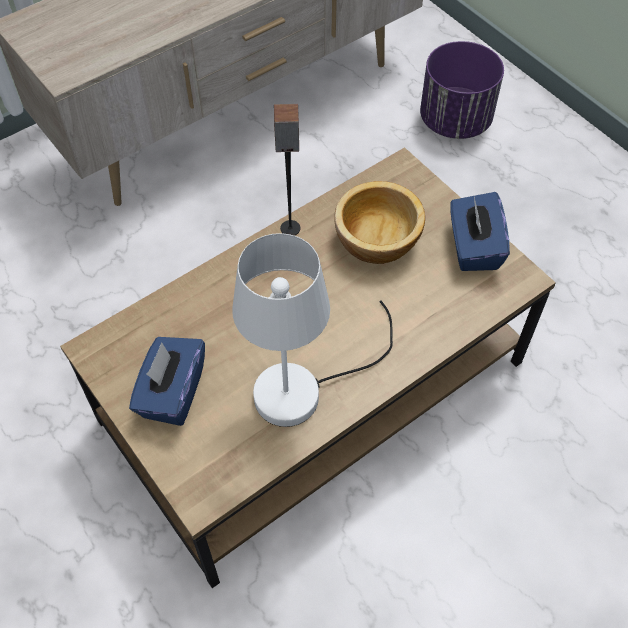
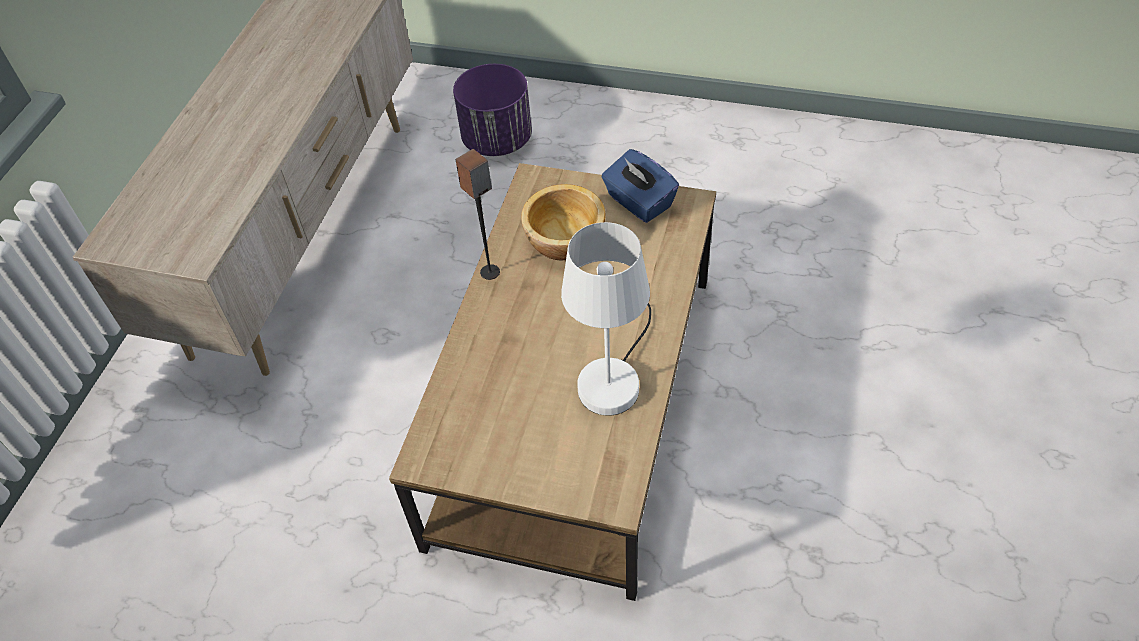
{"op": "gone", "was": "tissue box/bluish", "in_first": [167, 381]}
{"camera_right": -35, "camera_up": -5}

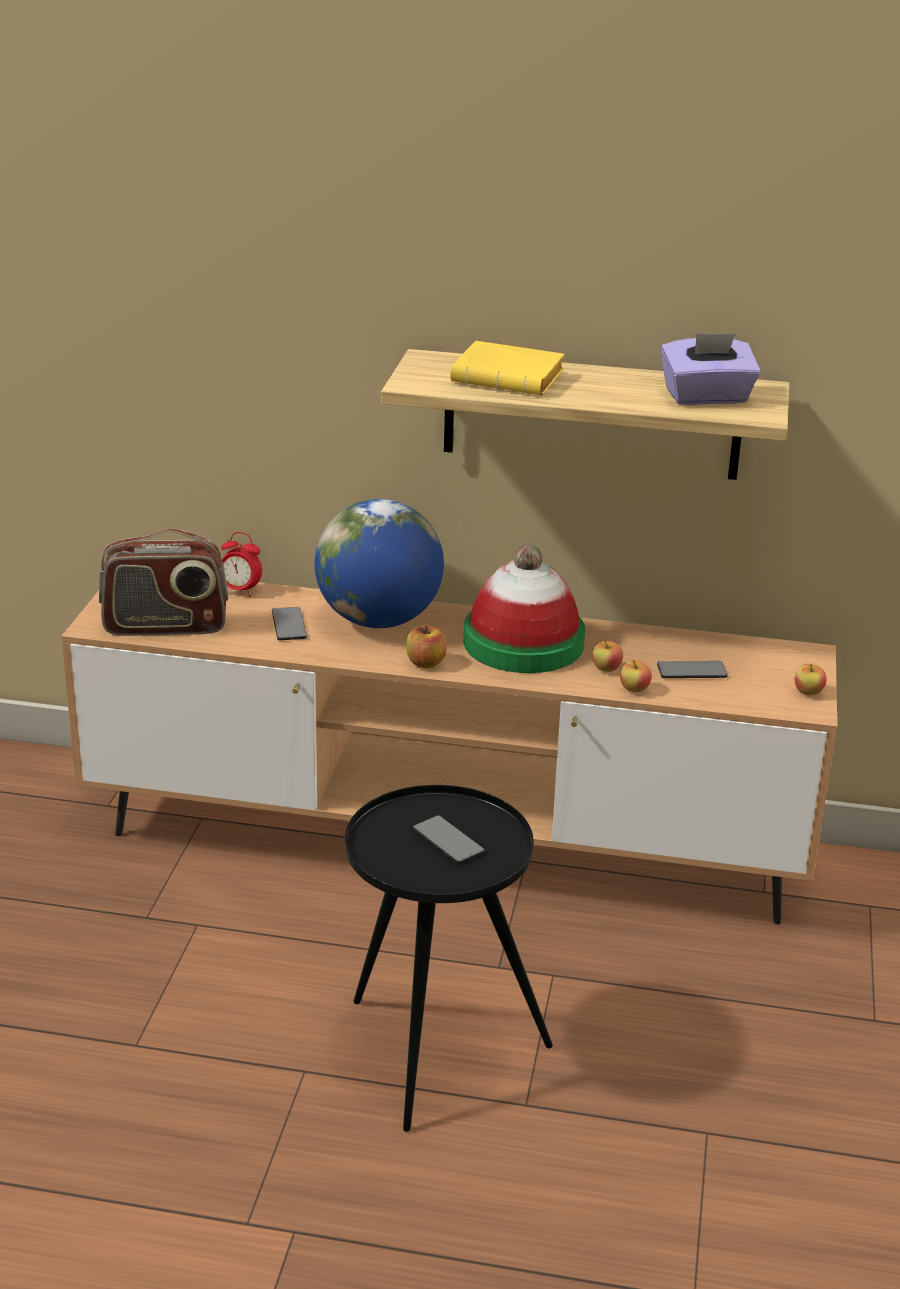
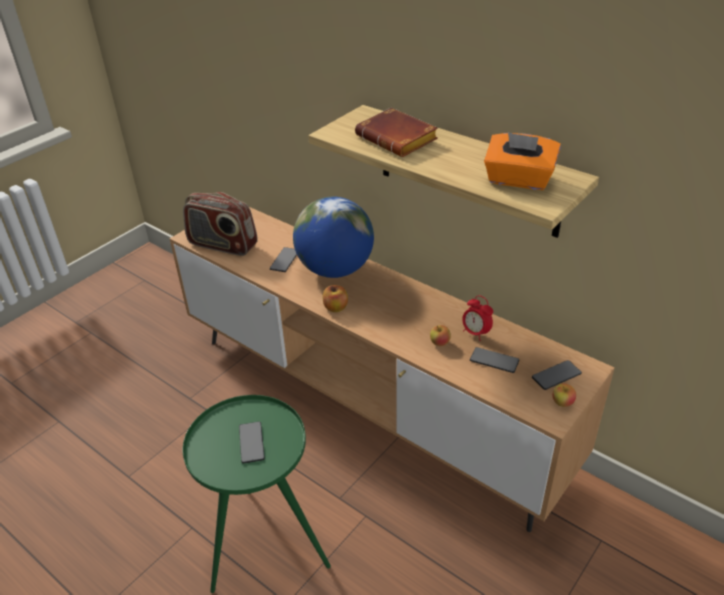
{"op": "repainted", "was": "end table/black-coloured", "now": "end table/green", "in_first": [449, 958], "in_second": [257, 494]}
{"op": "repainted", "was": "bound book/yellow", "now": "bound book/brown-coloured", "in_first": [507, 368], "in_second": [396, 132]}
{"op": "shifted", "was": "table clock", "in_first": [241, 564], "in_second": [477, 318]}
{"op": "repainted", "was": "tissue box/purple-coloured", "now": "tissue box/orange", "in_first": [710, 369], "in_second": [522, 161]}
{"op": "new", "now": "handset", "in_second": [557, 375]}
{"op": "gone", "was": "clothing hat", "in_first": [524, 608]}
{"op": "gone", "was": "apple", "in_first": [636, 676]}
{"camera_right": 30, "camera_up": 10}

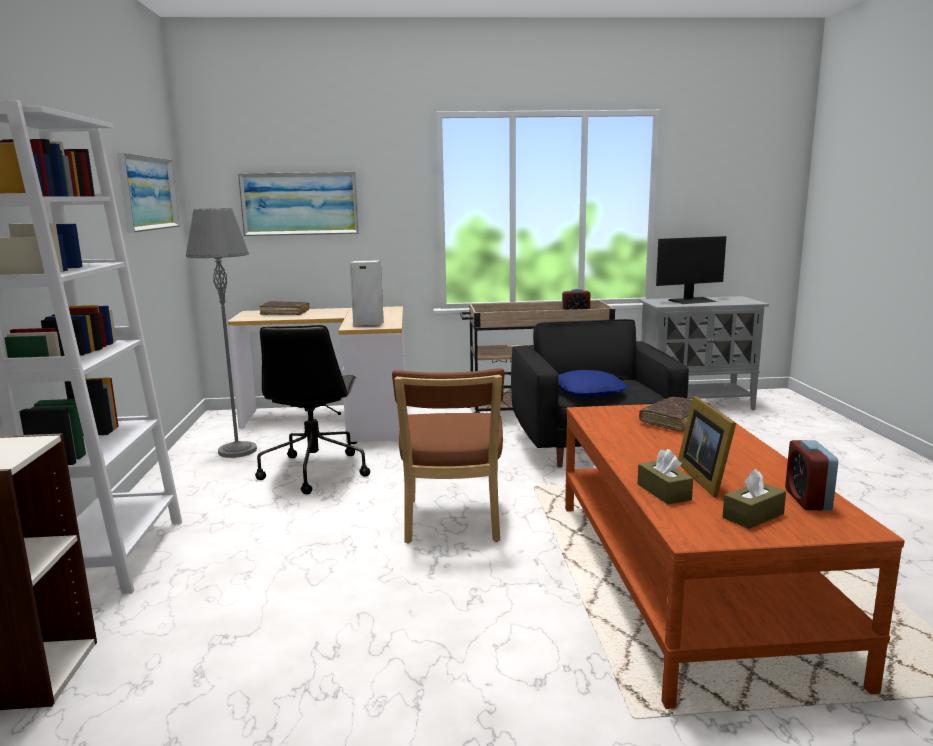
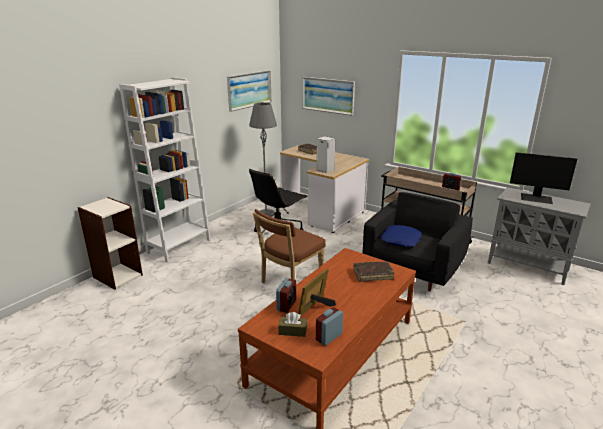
{"op": "swapped", "was": "tissue box/brown-coloured", "now": "table clock", "in_first": [665, 477], "in_second": [286, 295]}
{"camera_right": 40, "camera_up": 10}

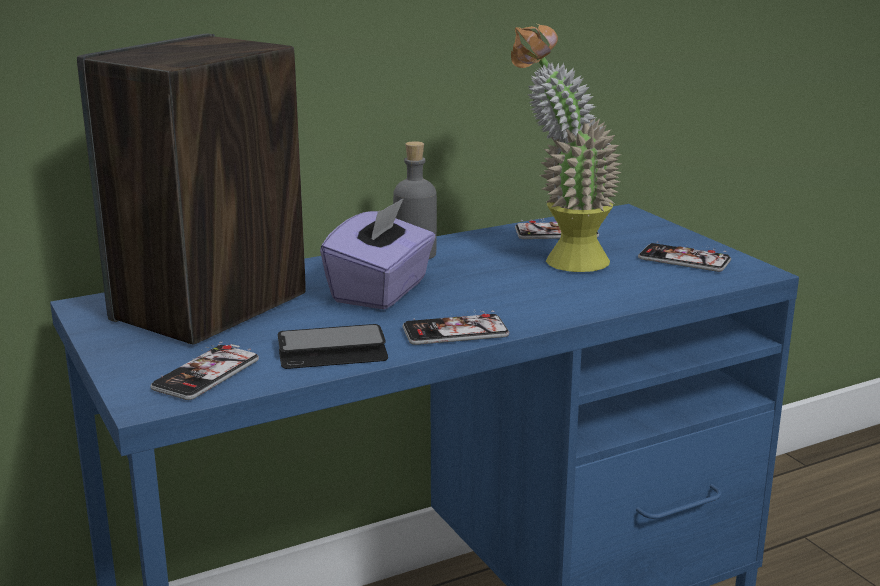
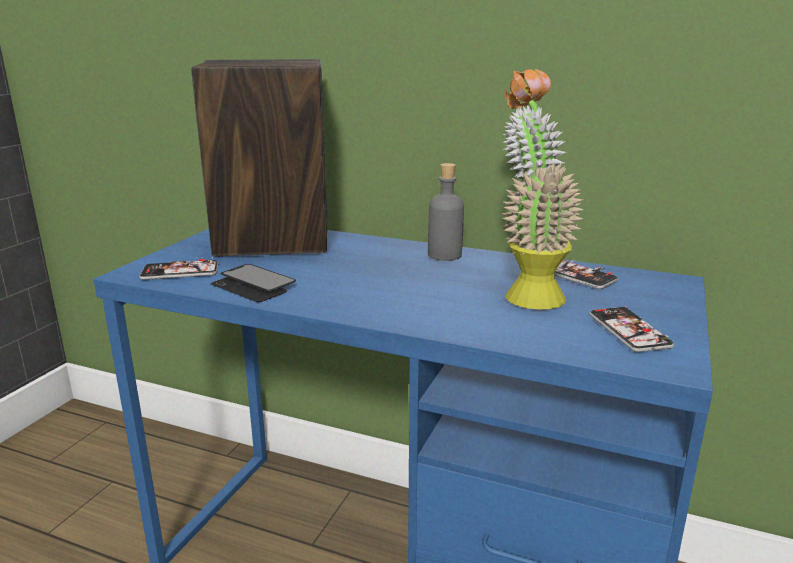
{"op": "gone", "was": "tissue box/purple-coloured", "in_first": [378, 254]}
{"op": "gone", "was": "handset", "in_first": [455, 327]}
{"camera_right": 50, "camera_up": 0}

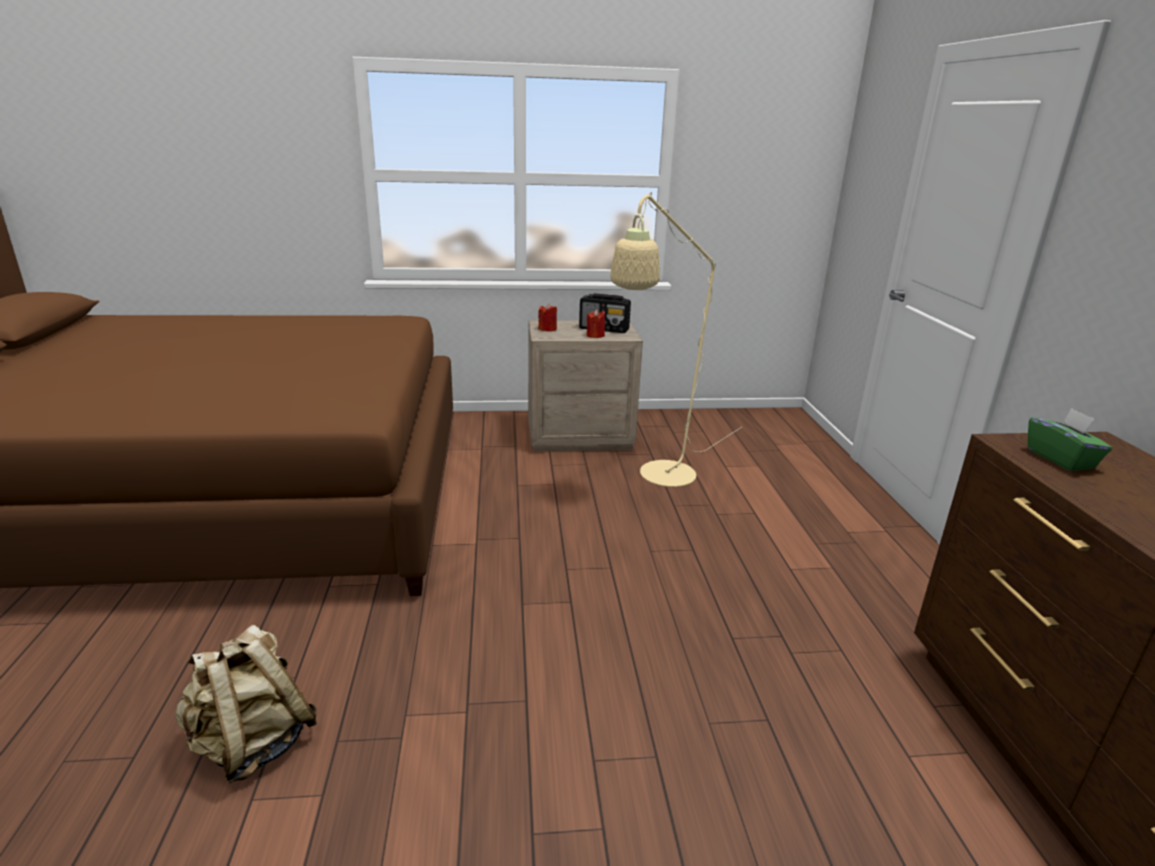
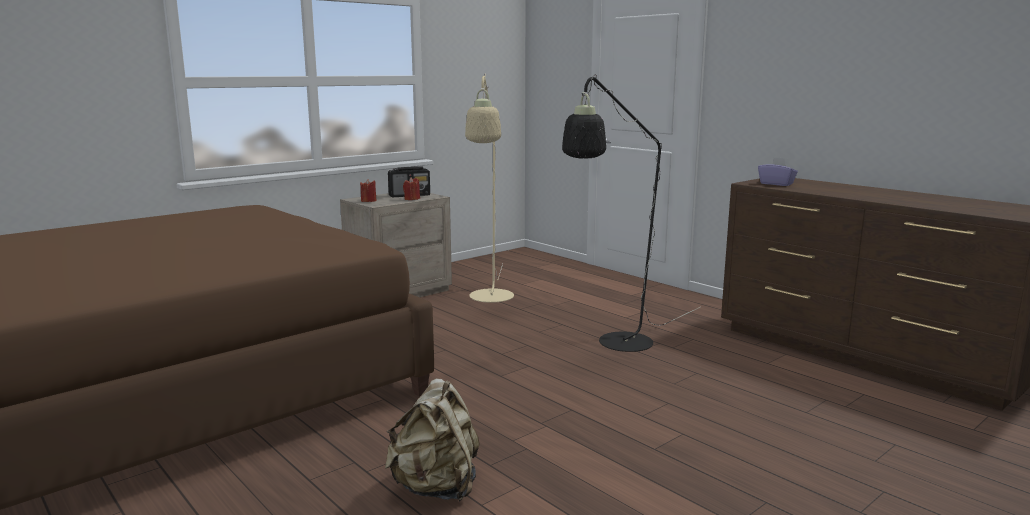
{"op": "new", "now": "standard lamp/black-coloured", "in_second": [631, 213]}
{"op": "repainted", "was": "tissue box/green", "now": "tissue box/purple-coloured", "in_first": [1070, 439], "in_second": [778, 171]}
{"camera_right": -35, "camera_up": -10}

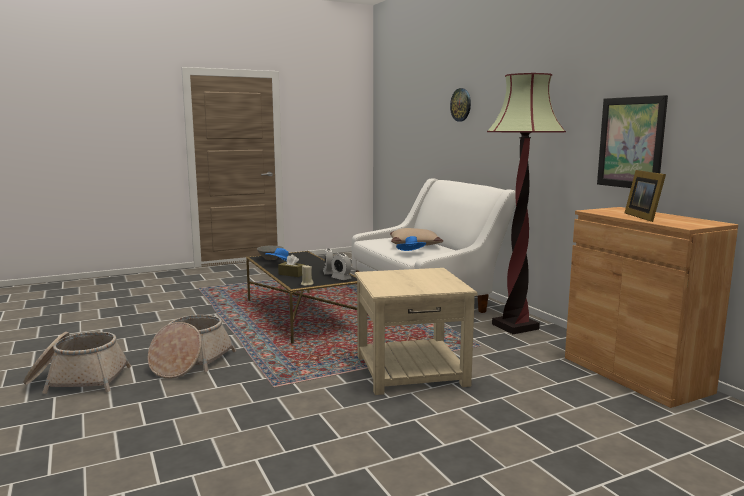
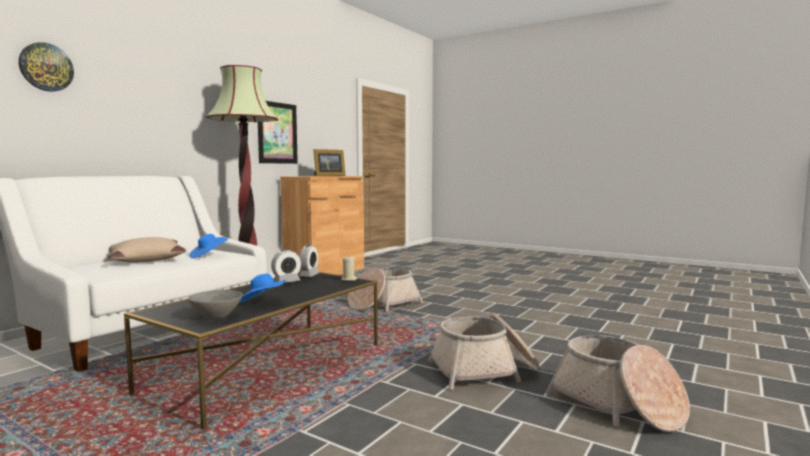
{"op": "swapped", "was": "end table/beige", "now": "storage basket", "in_first": [416, 331], "in_second": [385, 290]}
{"op": "gone", "was": "tissue box/brown-coloured", "in_first": [291, 265]}
{"camera_right": -120, "camera_up": -5}

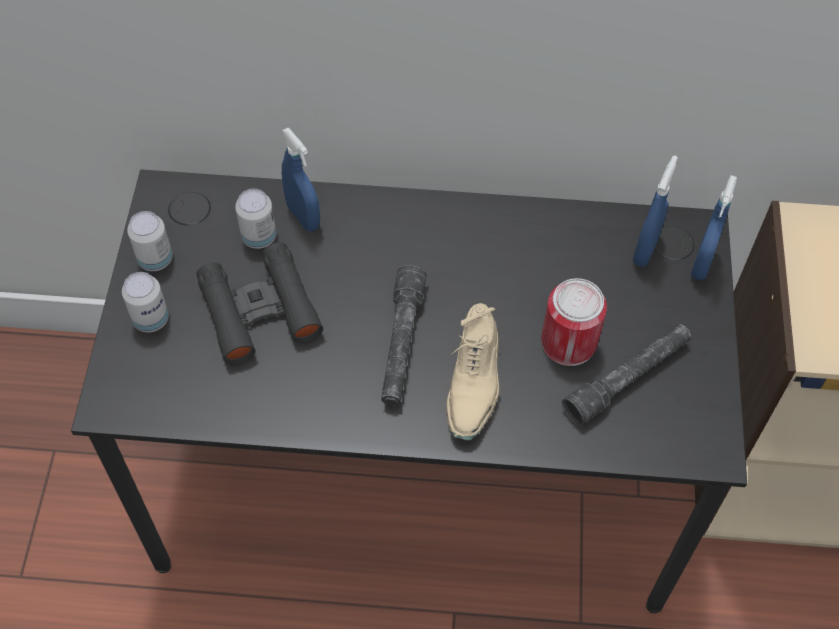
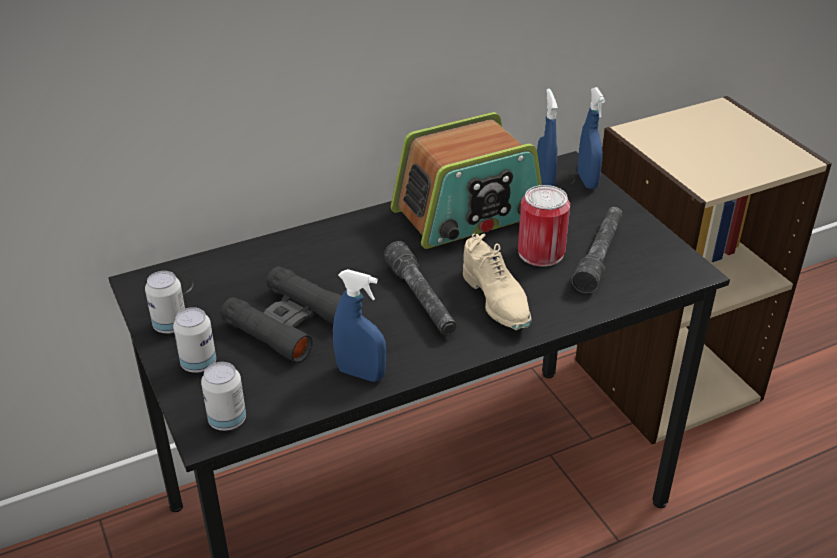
{"op": "shifted", "was": "sealed can", "in_first": [255, 219], "in_second": [223, 396]}
{"op": "shifted", "was": "hand sprayer/bluish", "in_first": [301, 179], "in_second": [359, 325]}
{"op": "new", "now": "radio receiver", "in_second": [466, 180]}
{"camera_right": -30, "camera_up": -20}

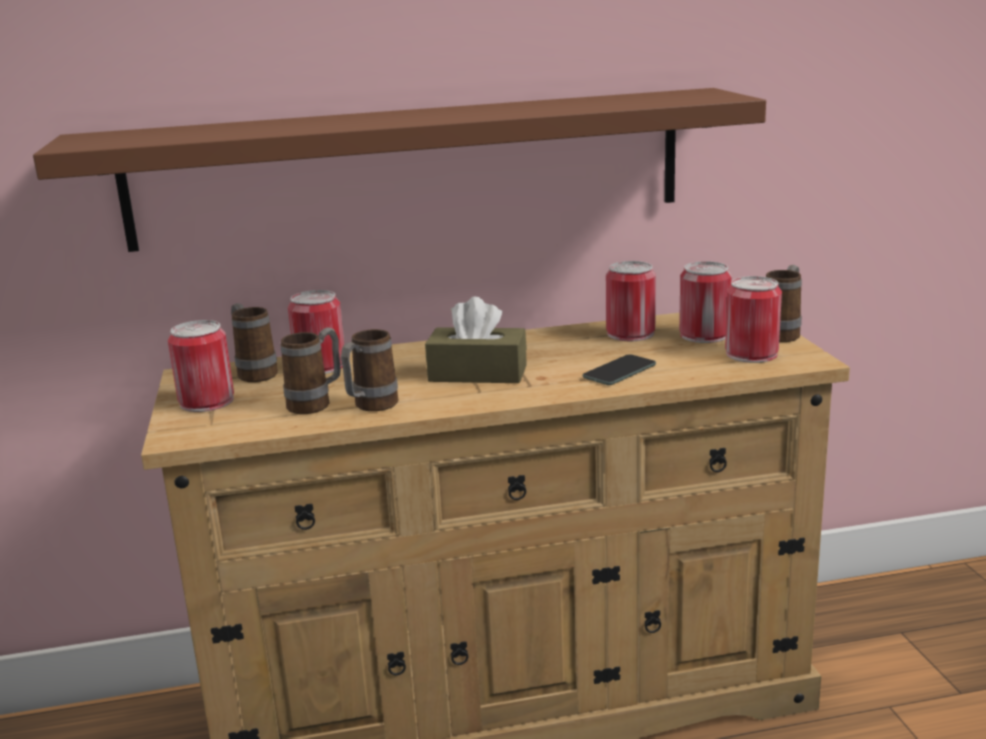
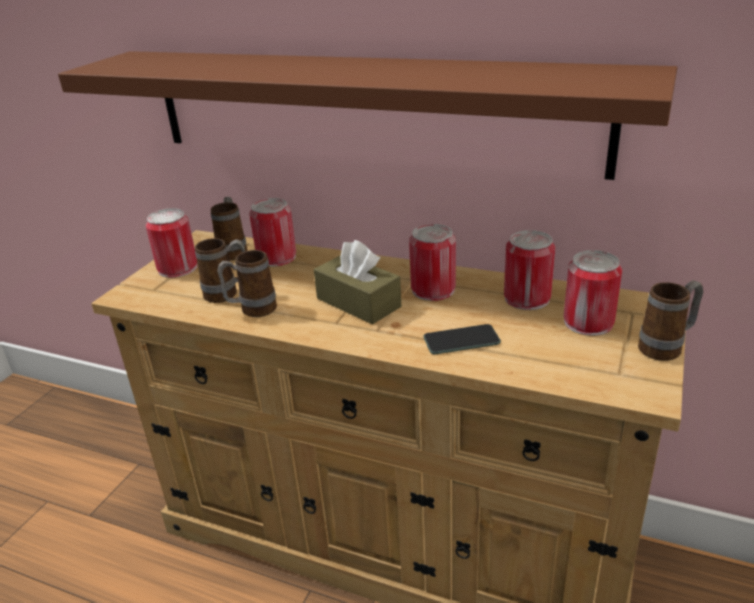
{"op": "shifted", "was": "sealed can", "in_first": [753, 319], "in_second": [432, 262]}
{"camera_right": 35, "camera_up": 10}

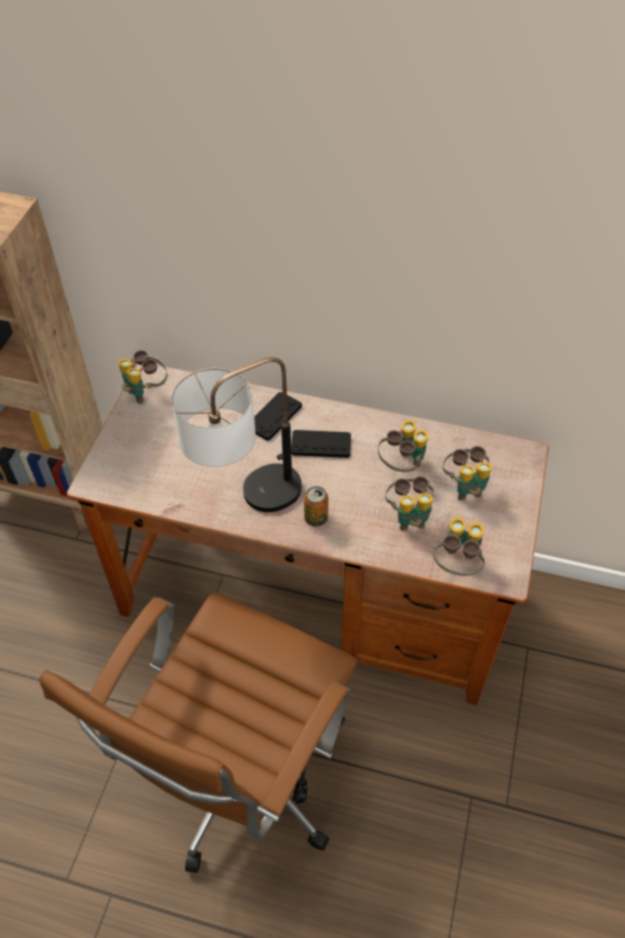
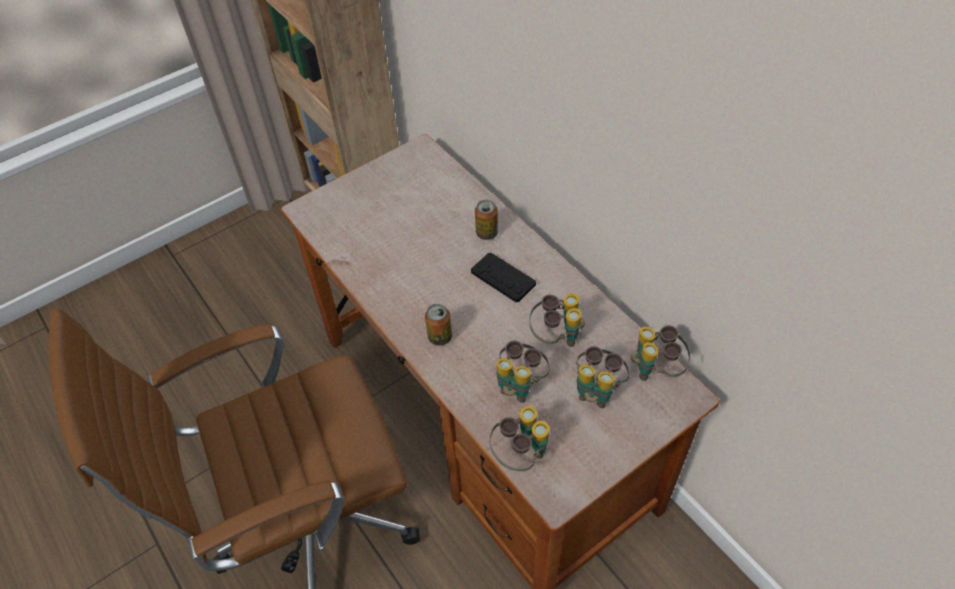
{"op": "swapped", "was": "joypad/black-coloured", "now": "sealed can", "in_first": [278, 416], "in_second": [486, 220]}
{"op": "shifted", "was": "binoculars", "in_first": [142, 377], "in_second": [661, 353]}
{"op": "gone", "was": "table lamp", "in_first": [236, 434]}
{"camera_right": 40, "camera_up": 0}

